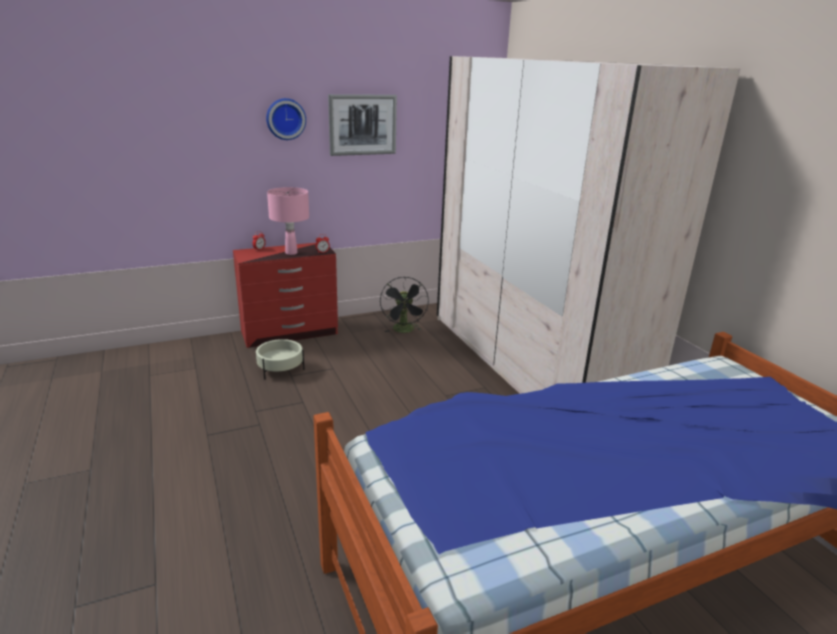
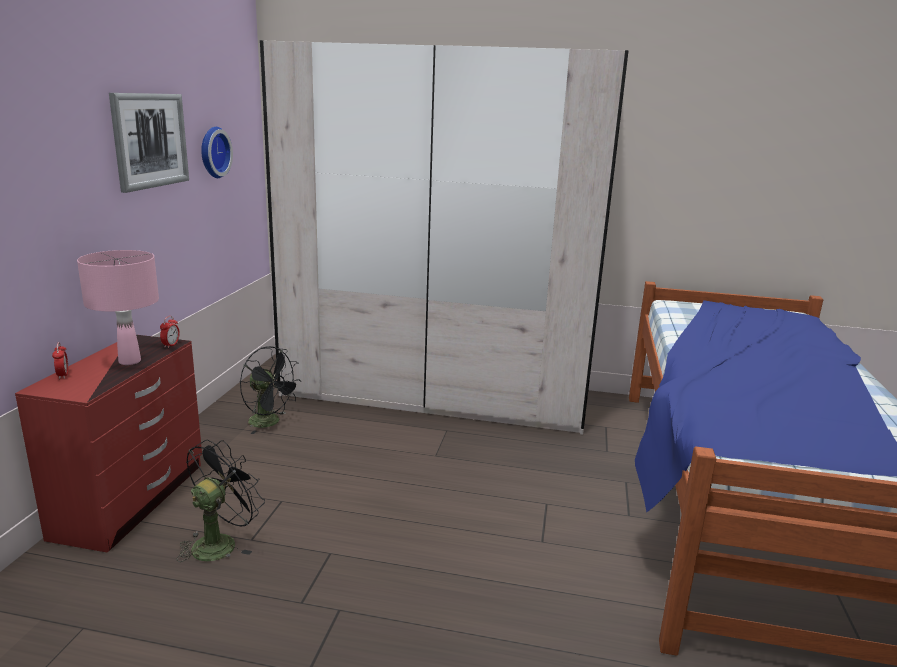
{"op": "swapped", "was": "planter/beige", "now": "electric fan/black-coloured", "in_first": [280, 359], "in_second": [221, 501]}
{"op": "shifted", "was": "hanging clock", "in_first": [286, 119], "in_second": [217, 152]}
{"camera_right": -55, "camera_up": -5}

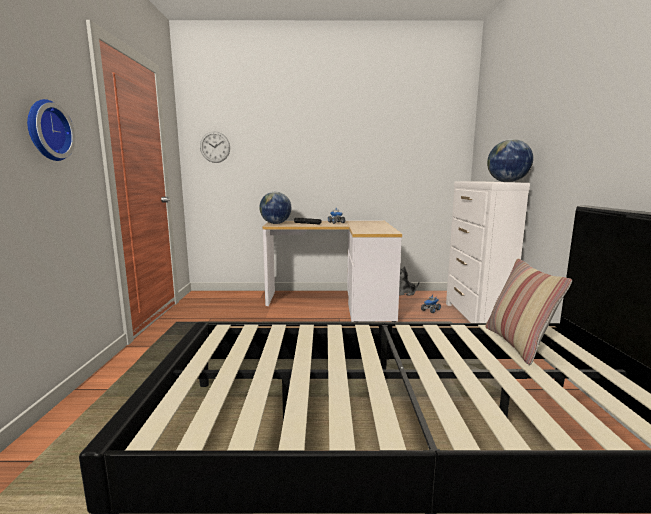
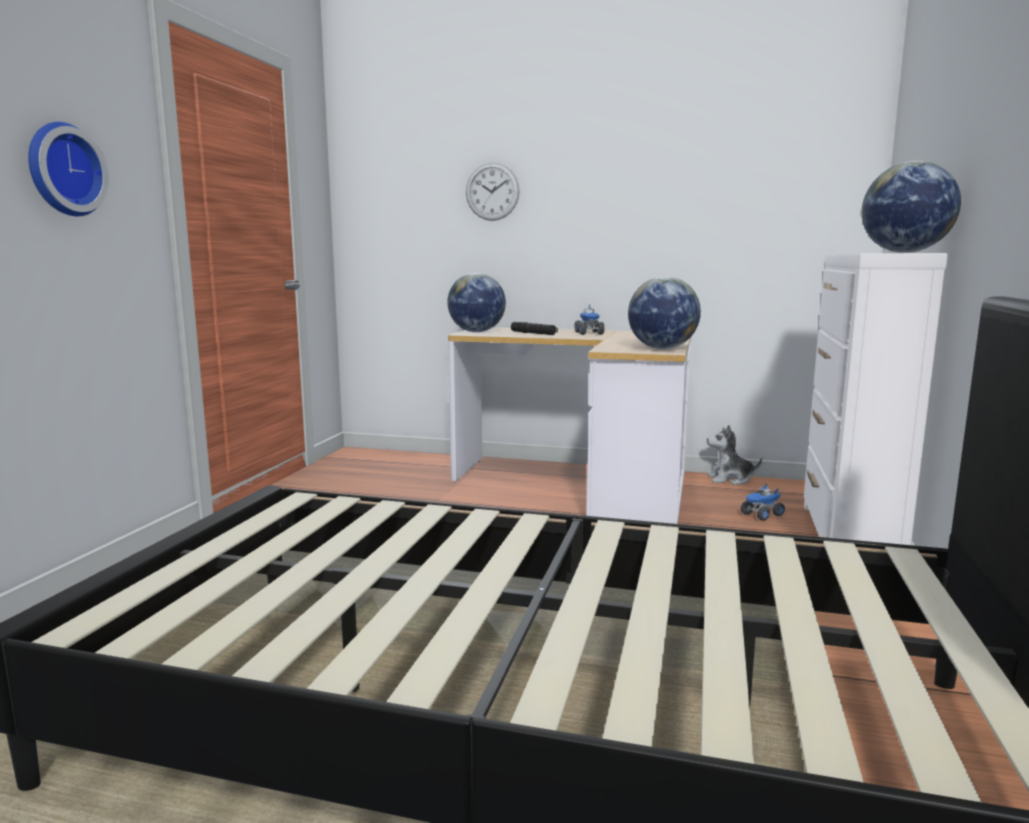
{"op": "shifted", "was": "hanging clock", "in_first": [215, 147], "in_second": [493, 192]}
{"op": "new", "now": "desk globe", "in_second": [664, 312]}
{"op": "gone", "was": "cushion", "in_first": [528, 311]}
{"camera_right": 15, "camera_up": 0}

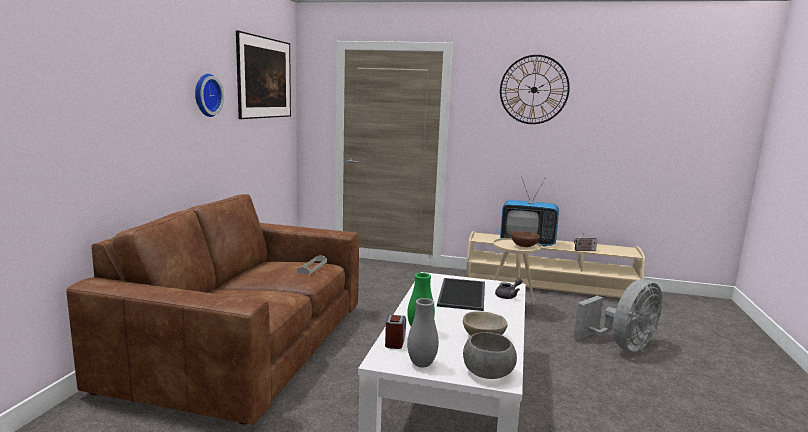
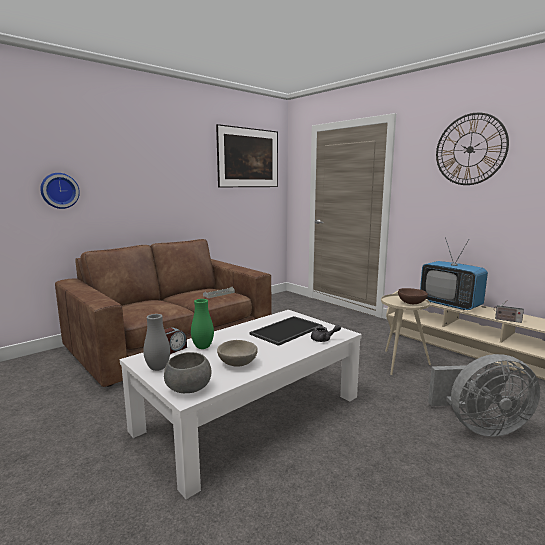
{"op": "shifted", "was": "hanging clock", "in_first": [209, 95], "in_second": [60, 191]}
{"camera_right": 35, "camera_up": 0}

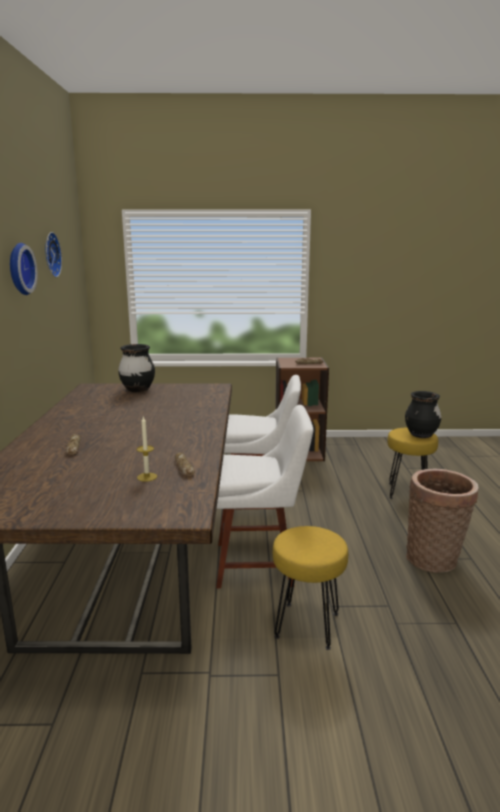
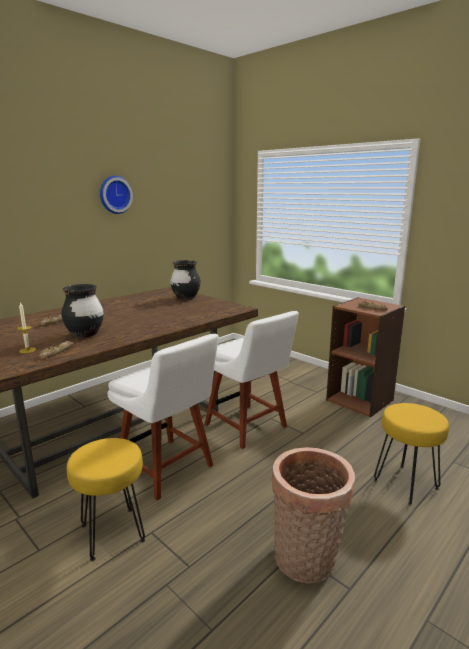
{"op": "shifted", "was": "flower vase/black-coloured", "in_first": [423, 414], "in_second": [82, 311]}
{"op": "gone", "was": "hanging clock", "in_first": [53, 254]}
{"camera_right": 45, "camera_up": 0}

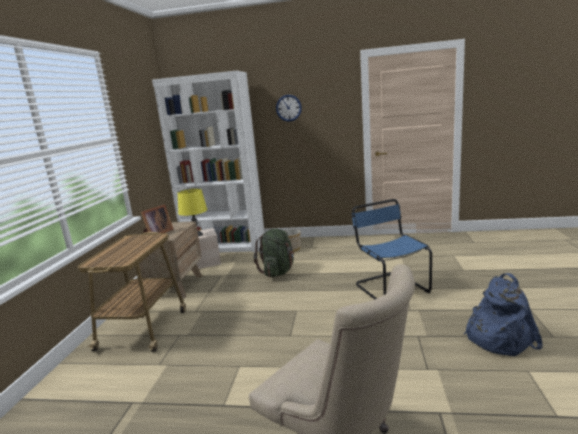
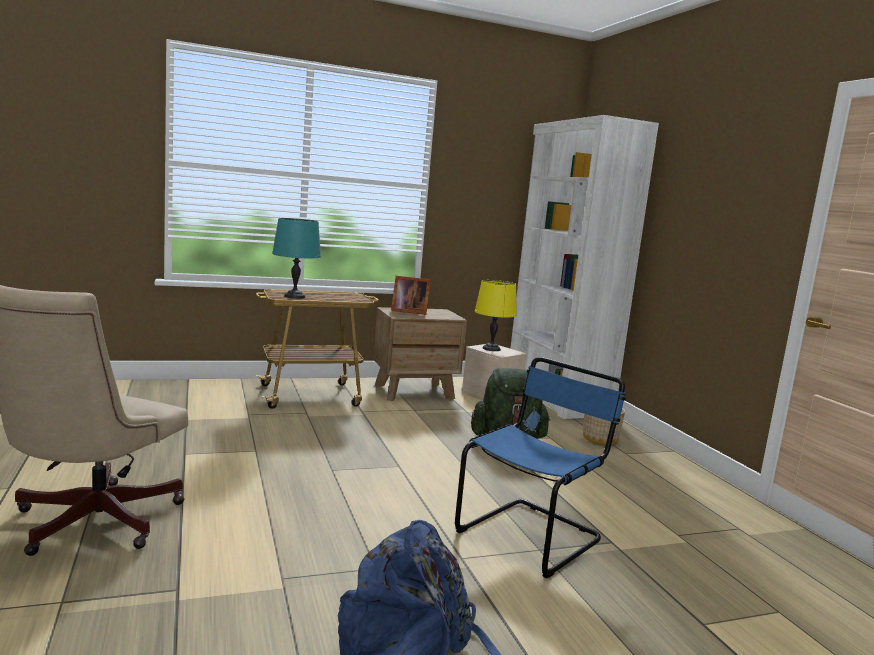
{"op": "new", "now": "table lamp/blue-green", "in_second": [296, 258]}
{"op": "gone", "was": "hanging clock", "in_first": [289, 108]}
{"camera_right": 60, "camera_up": -5}

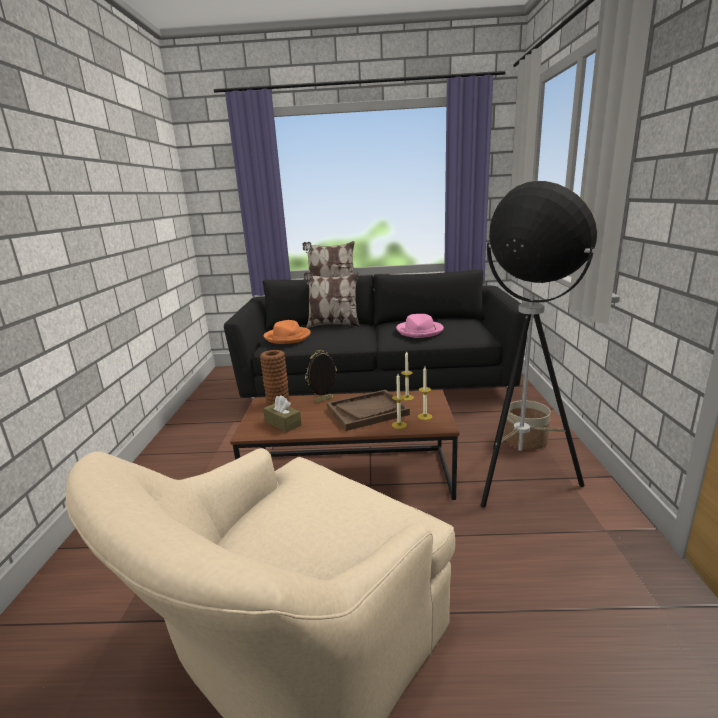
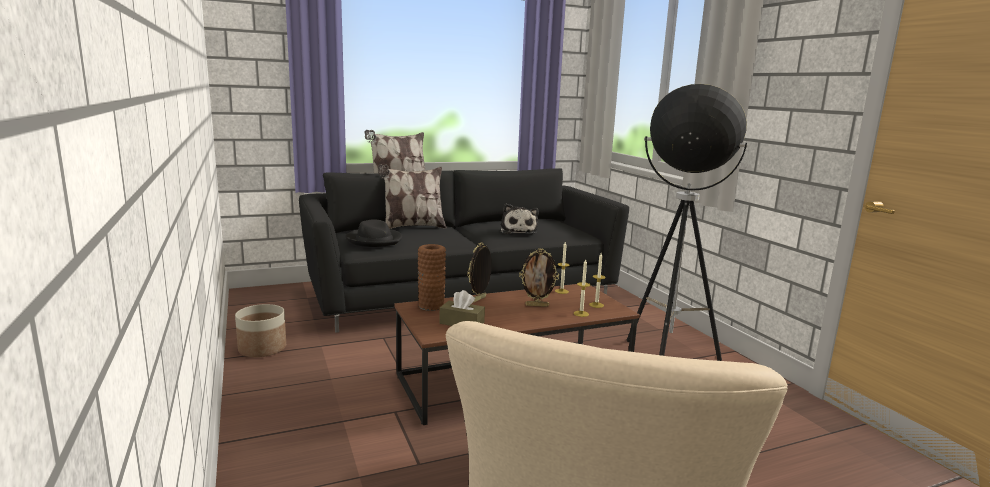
{"op": "shifted", "was": "planter", "in_first": [528, 425], "in_second": [260, 330]}
{"op": "repainted", "was": "clothing hat/orange", "now": "clothing hat/black-coloured", "in_first": [287, 332], "in_second": [374, 233]}
{"op": "swapped", "was": "clothing hat/pinkish", "now": "soft toy", "in_first": [420, 326], "in_second": [520, 219]}
{"op": "swapped", "was": "serving tray/brown-coloured", "now": "standing frame", "in_first": [368, 410], "in_second": [539, 277]}
{"camera_right": -25, "camera_up": -5}

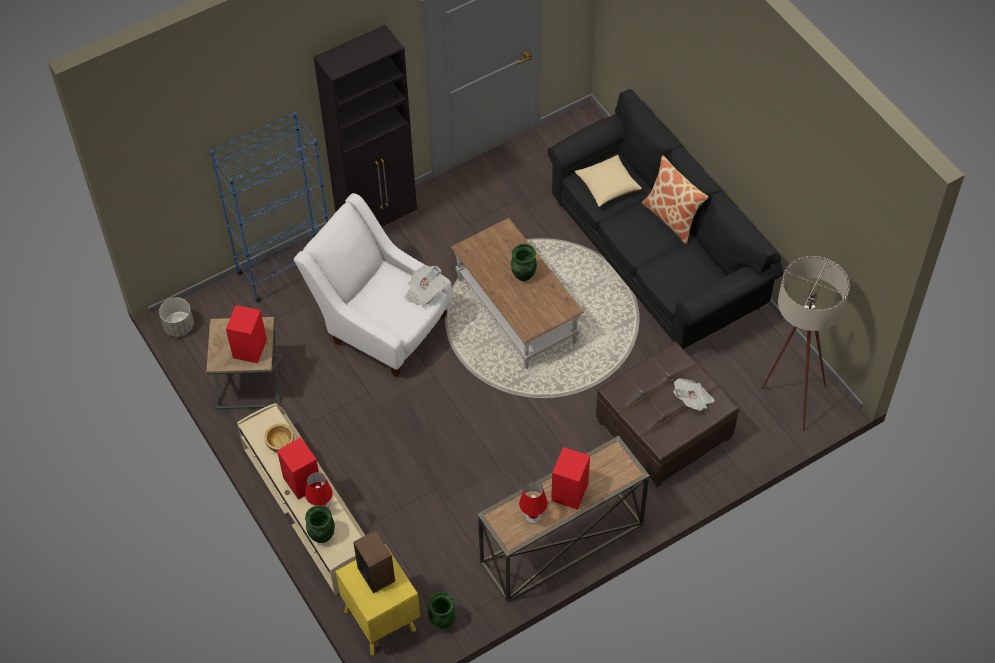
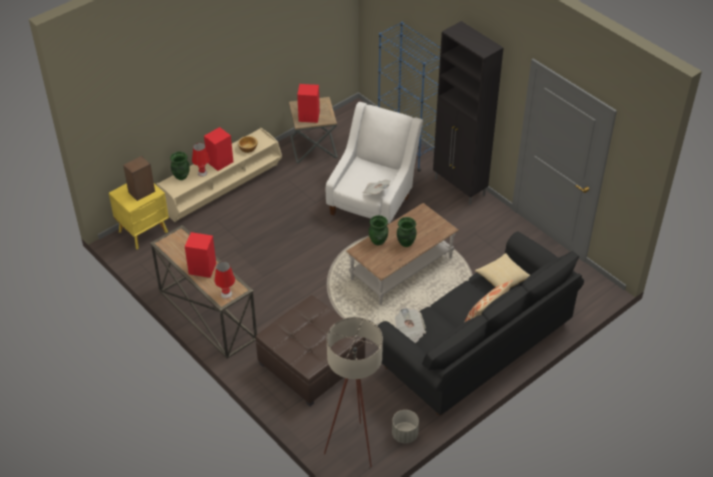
{"op": "shifted", "was": "table lamp/red-coloured", "in_first": [533, 502], "in_second": [224, 280]}
{"op": "shifted", "was": "flower vase/green", "in_first": [442, 610], "in_second": [378, 230]}
{"op": "shifted", "was": "planter/greyish", "in_first": [176, 317], "in_second": [405, 427]}
{"op": "shifted", "was": "printed paper", "in_first": [694, 394], "in_second": [410, 325]}
{"camera_right": 80, "camera_up": -10}

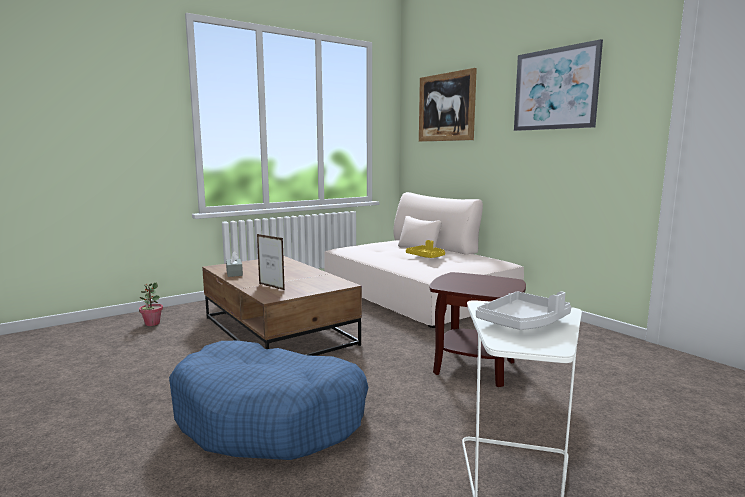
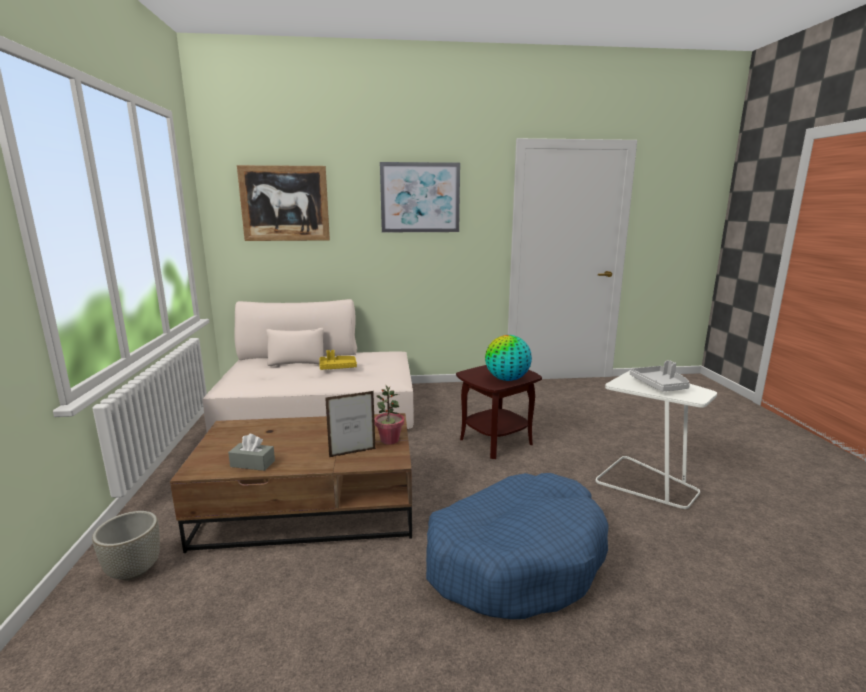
{"op": "new", "now": "planter/greyish", "in_second": [126, 545]}
{"op": "shifted", "was": "potted plant", "in_first": [151, 304], "in_second": [389, 415]}
{"op": "new", "now": "desk globe", "in_second": [508, 358]}
{"camera_right": -60, "camera_up": 5}

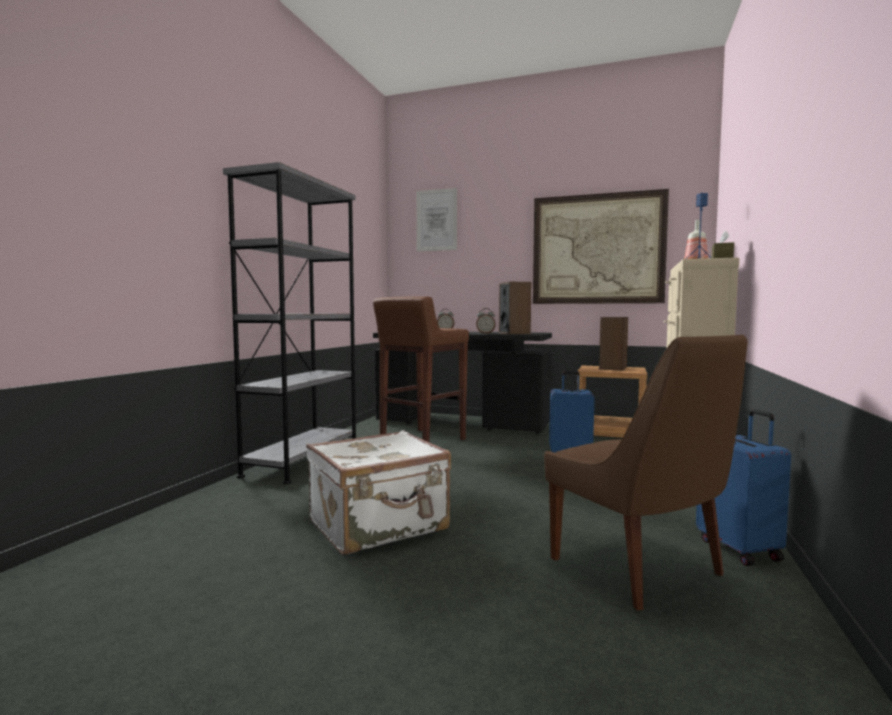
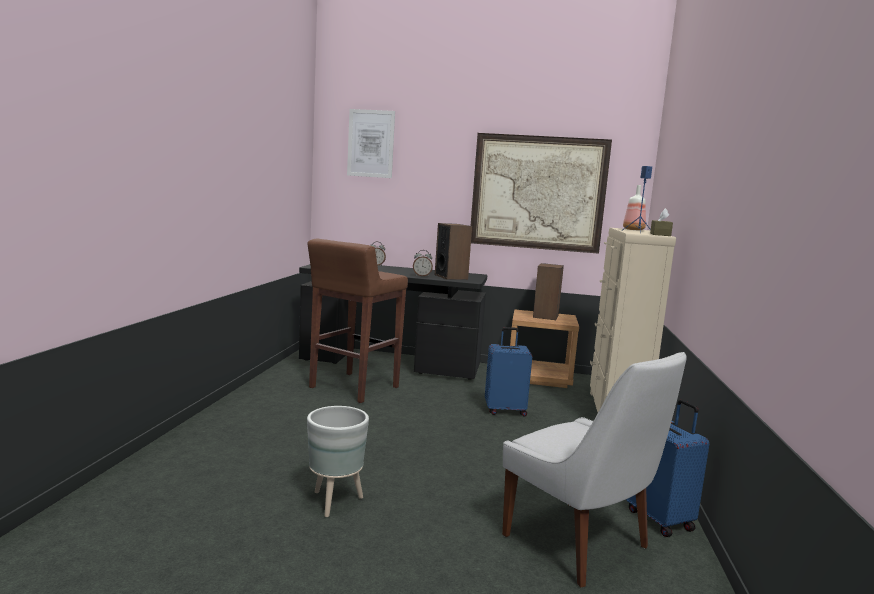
{"op": "swapped", "was": "piece of luggage/white-coloured", "now": "planter/greyish", "in_first": [378, 492], "in_second": [338, 461]}
{"op": "repainted", "was": "plain chair/brown-coloured", "now": "plain chair/white-coloured", "in_first": [645, 473], "in_second": [594, 469]}
{"op": "gone", "was": "bookshelf/greyish", "in_first": [289, 323]}
{"camera_right": -10, "camera_up": 5}

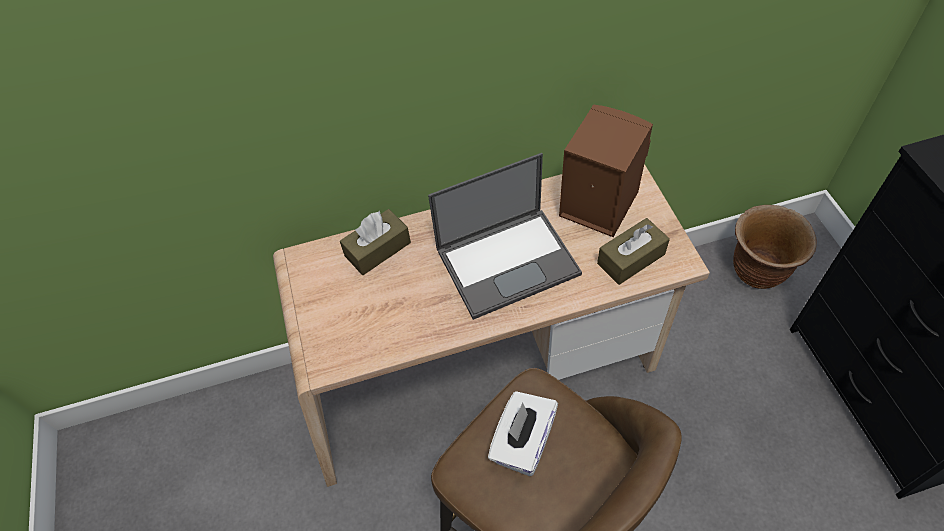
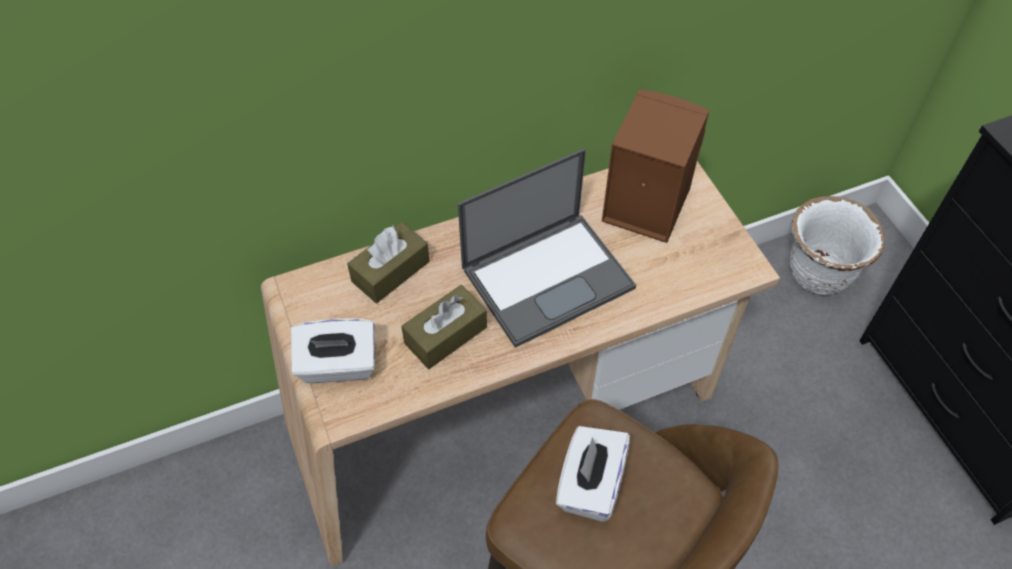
{"op": "new", "now": "tissue box/white-coloured", "in_second": [333, 351]}
{"op": "shifted", "was": "tissue box/brown-coloured", "in_first": [633, 251], "in_second": [444, 327]}
{"op": "repainted", "was": "planter/brown-coloured", "now": "planter/white-coloured", "in_first": [775, 247], "in_second": [837, 245]}
{"camera_right": -10, "camera_up": 0}

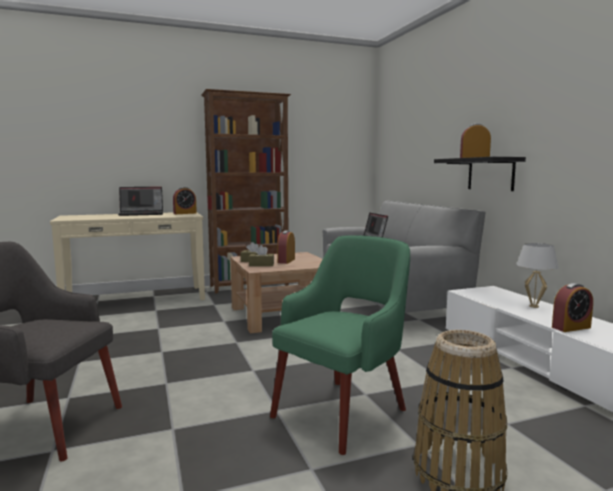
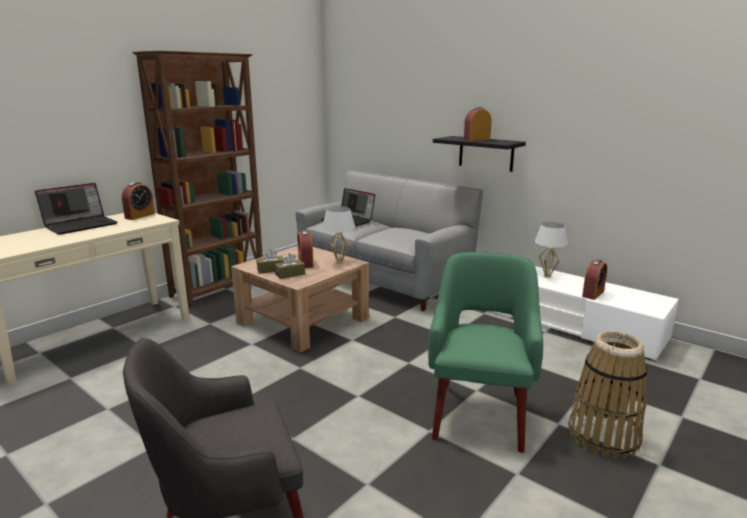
{"op": "new", "now": "table lamp/white-coloured", "in_second": [338, 235]}
{"camera_right": -30, "camera_up": 10}

